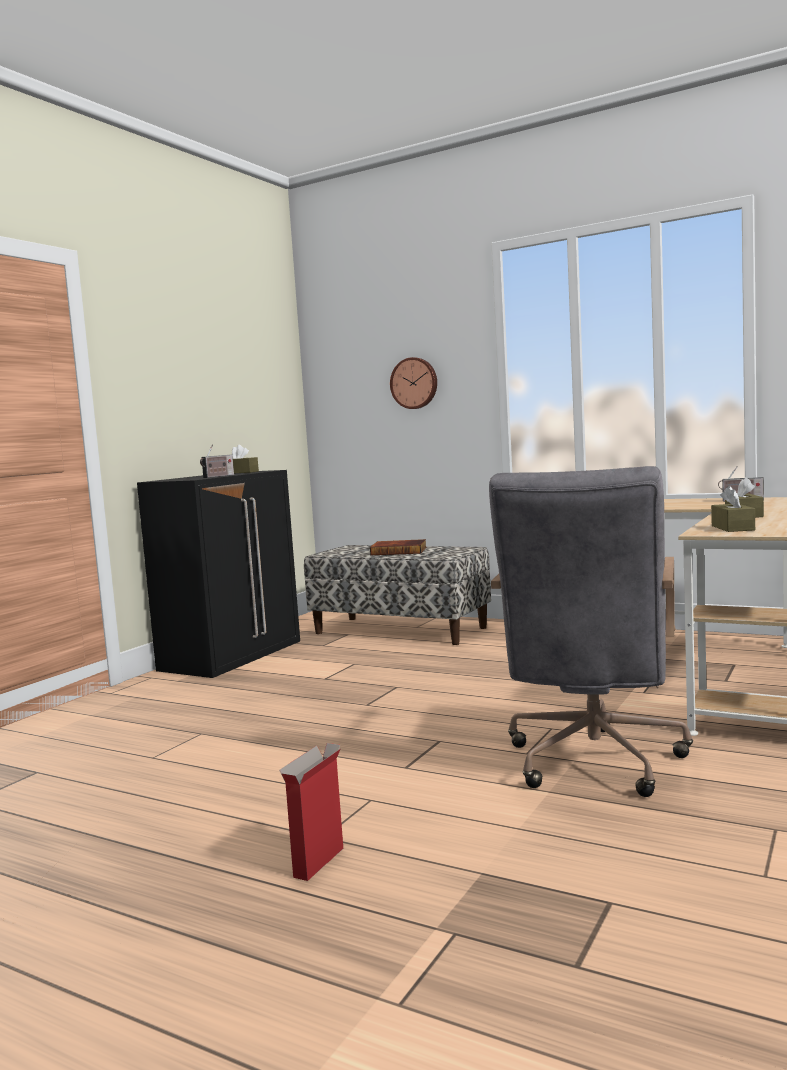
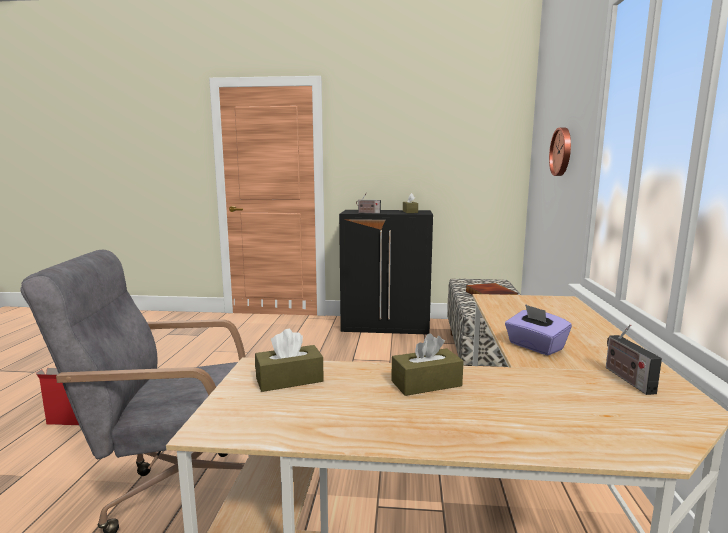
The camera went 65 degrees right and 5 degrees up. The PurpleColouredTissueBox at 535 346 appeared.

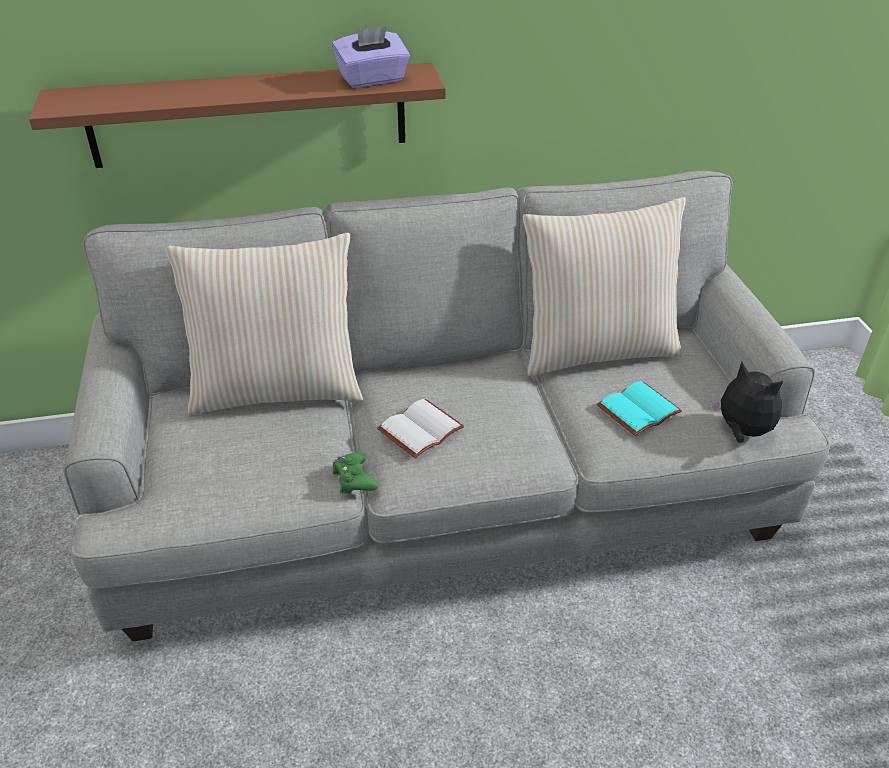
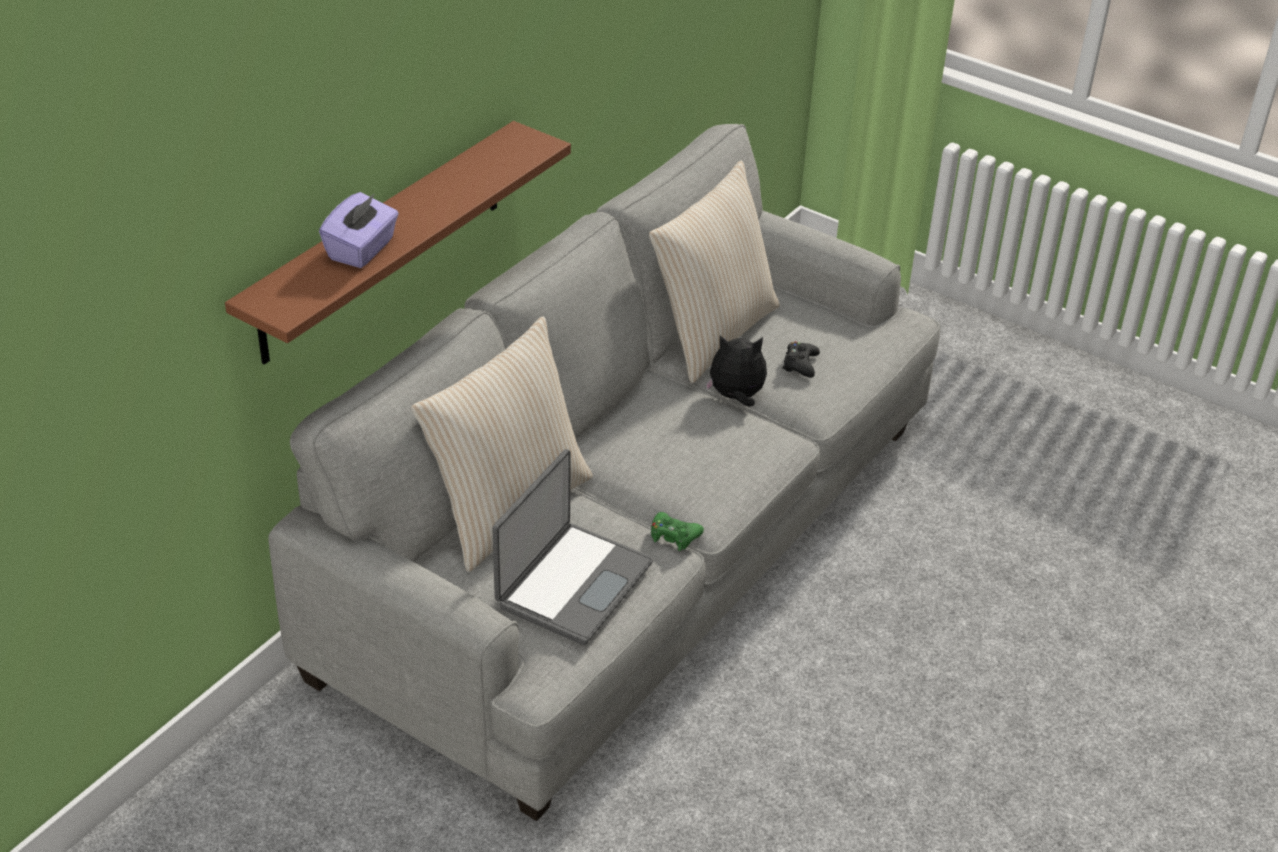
The camera went 45 degrees left and 0 degrees up. The PurpleColouredTissueBox moved from 372 80 to 362 250. The Laptop at 572 583 appeared. The PlushToy moved from 741 431 to 736 397. The TurquoiseColouredBook at 638 408 was replaced by the BlackishJoypad at 800 364. The WhiteColouredBook at 420 428 disappeared.

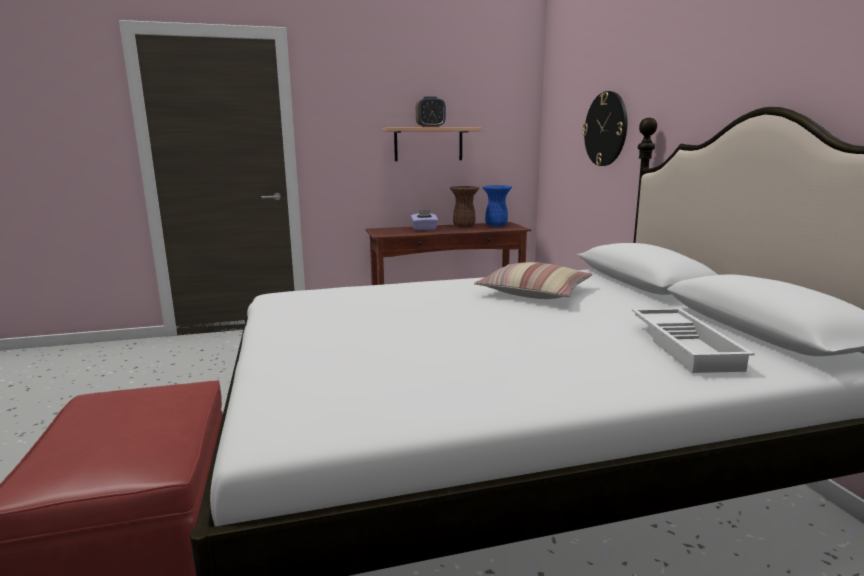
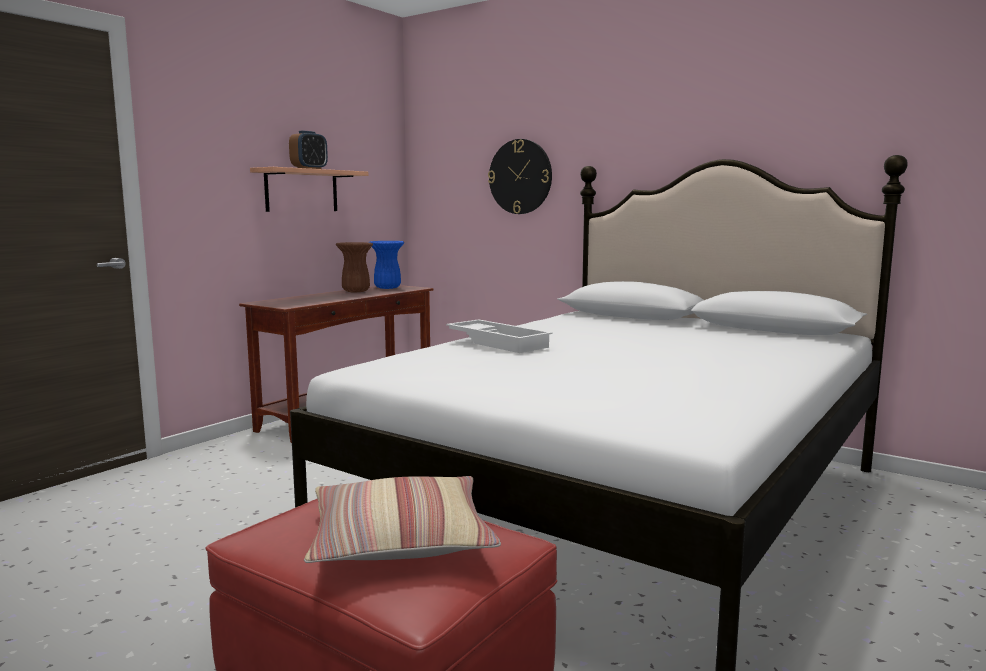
The camera went 40 degrees left and 5 degrees down. The Cushion moved from 534 292 to 400 539. The WhiteColouredCarryingTray moved from 686 346 to 499 342. The PurpleColouredTissueBox at 424 229 disappeared.

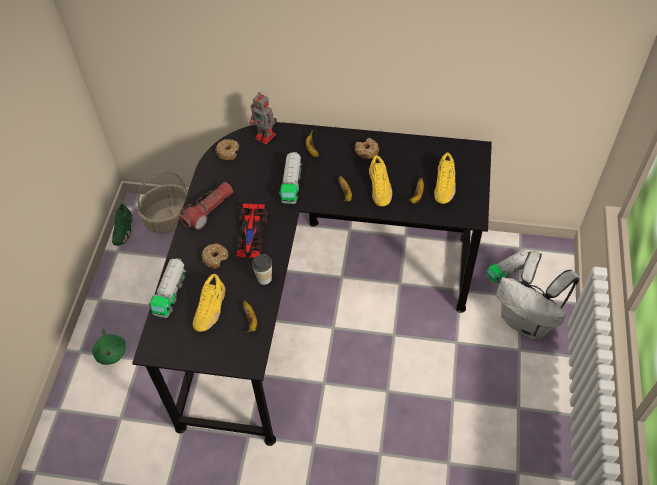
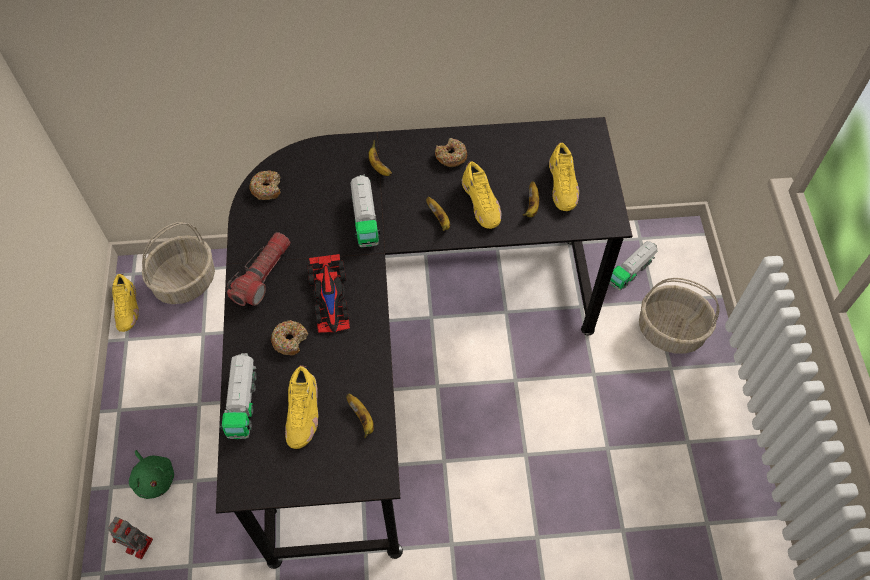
The camera went 15 degrees left and 5 degrees up. The RobotFigure moved from 266 137 to 140 546. The GreenishLowShoe at 123 230 became the YellowColouredLowShoe at 127 308. The WhiteColouredRucksack at 527 321 was replaced by the StorageBasket at 671 330. The SmallCup at 264 278 disappeared.

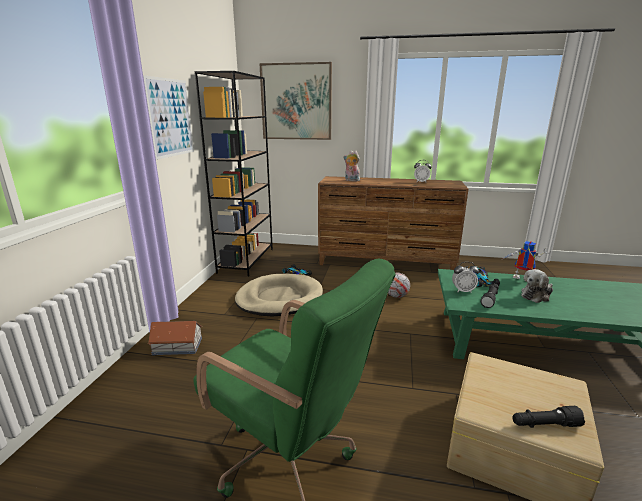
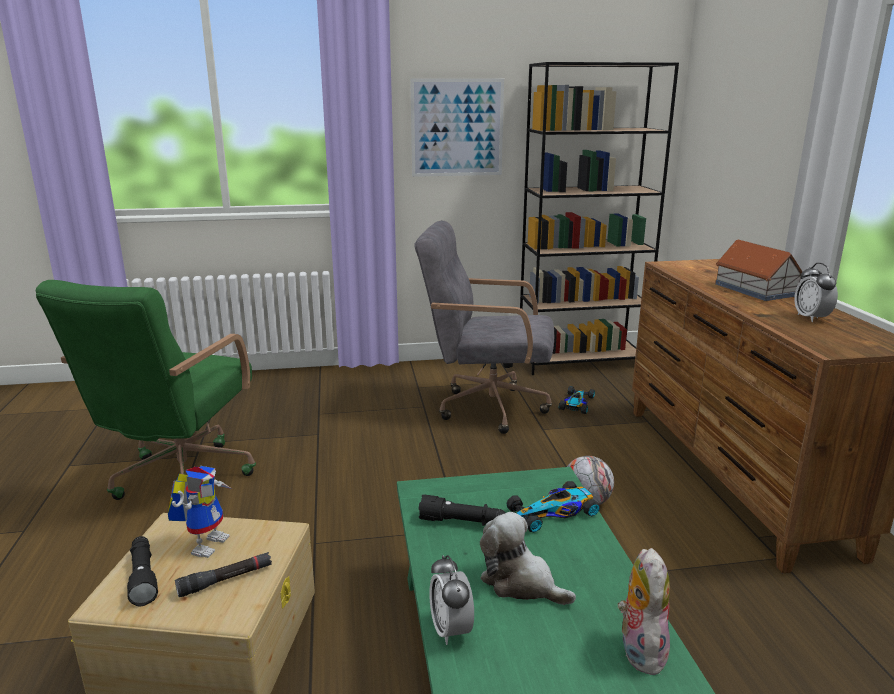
The camera went 70 degrees right and 0 degrees up. The RobotFigure moved from 520 279 to 207 542. The BlackishHandTorch at 225 580 appeared. The BeigeColouredDogCushion at 279 298 was replaced by the GrayComputerChair at 485 408. The BedsideClock moved from 463 291 to 451 630. The PlushToy moved from 351 180 to 639 649. The ModelHouse moved from 177 346 to 755 289. The WallArt at 296 102 disappeared.

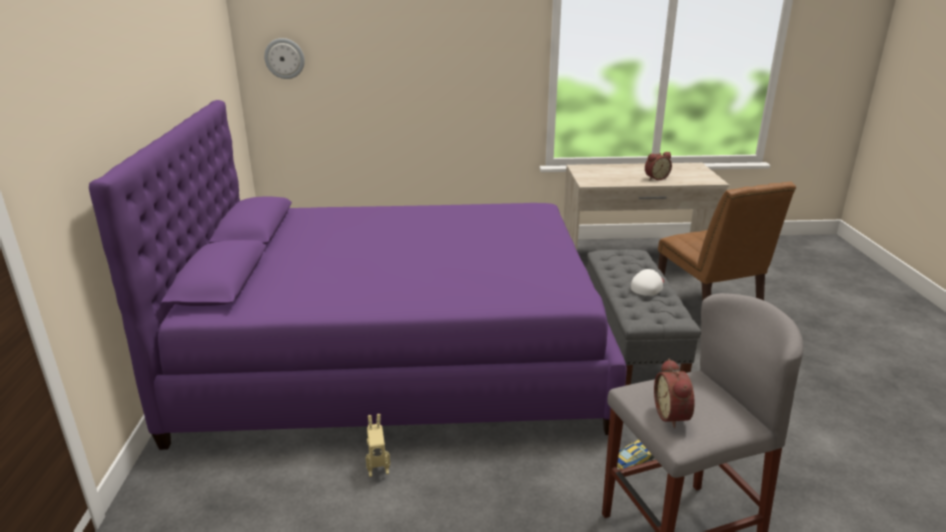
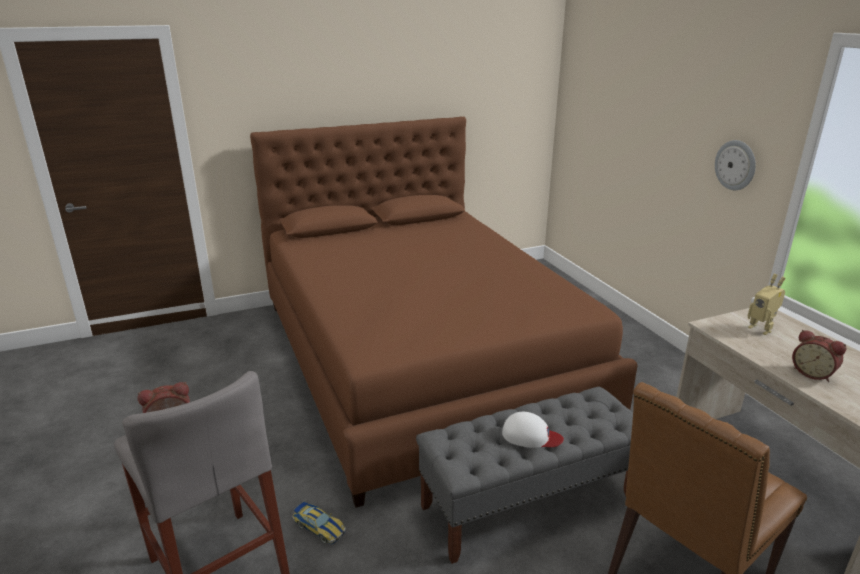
The camera went 70 degrees right and 0 degrees up. The PurpleColouredSleepingBed at 397 355 became the BrownColouredSleepingBed at 420 358. The WallClock moved from 284 58 to 735 165. The RobotFigure moved from 378 468 to 761 328.

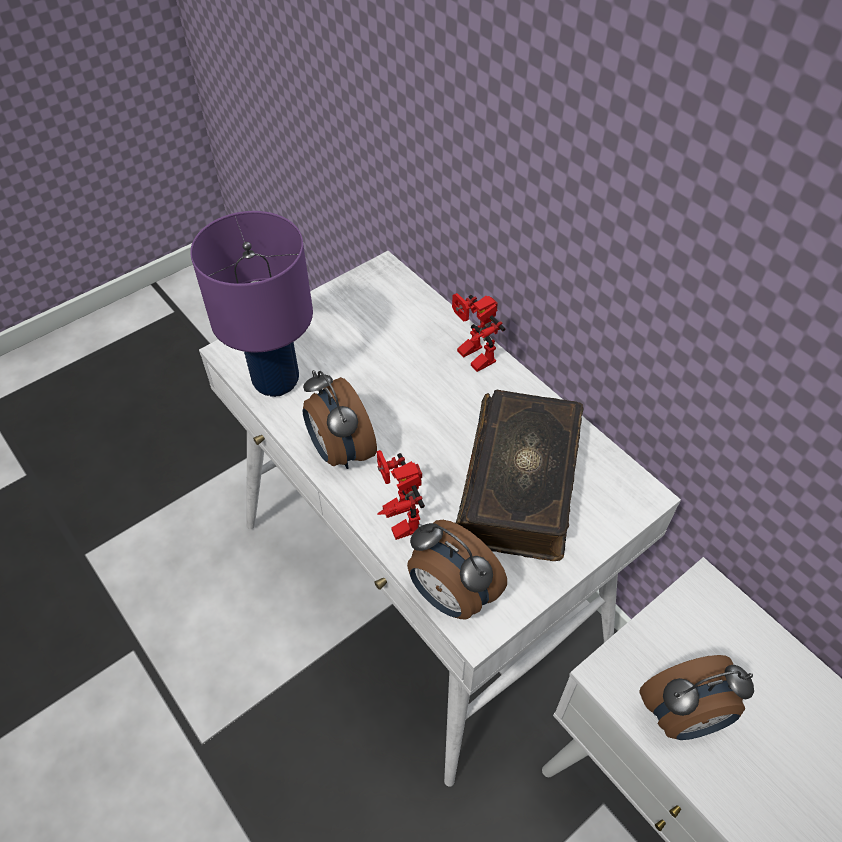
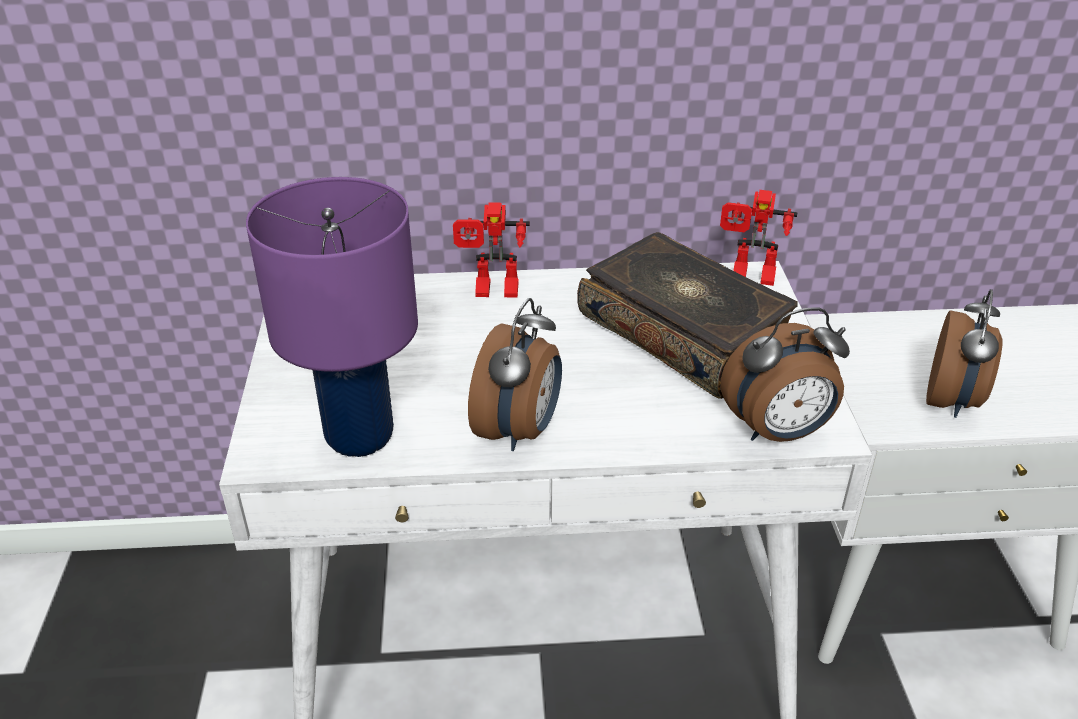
The camera went 55 degrees left and 15 degrees down. The BedsideClock at 339 451 turned 75 degrees counterclockwise. The RobotFigure moved from 395 518 to 749 278.

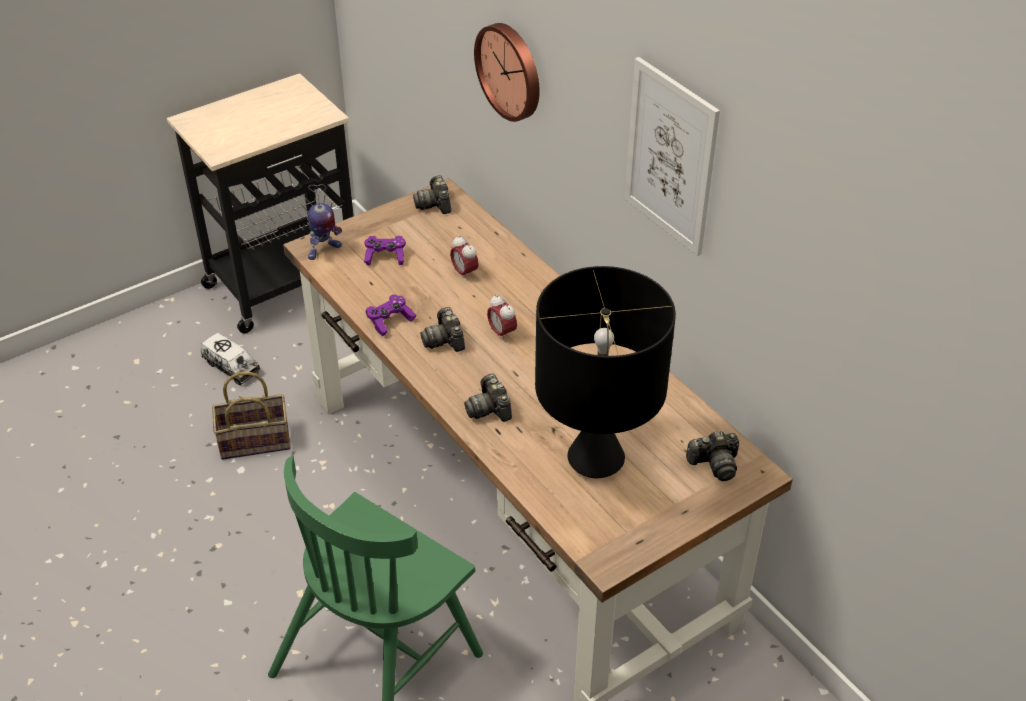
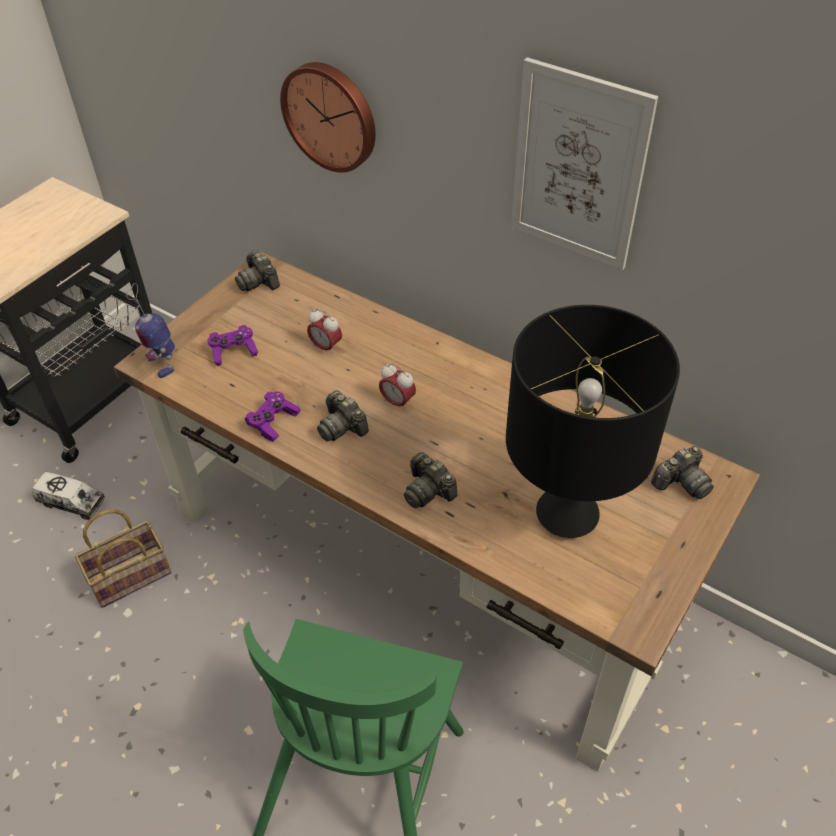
The camera went 20 degrees left and 5 degrees up. The RobotFigure at 323 251 turned 135 degrees clockwise.

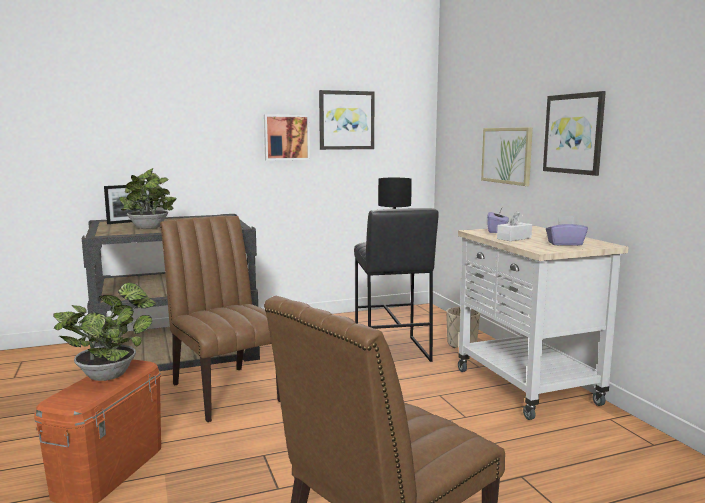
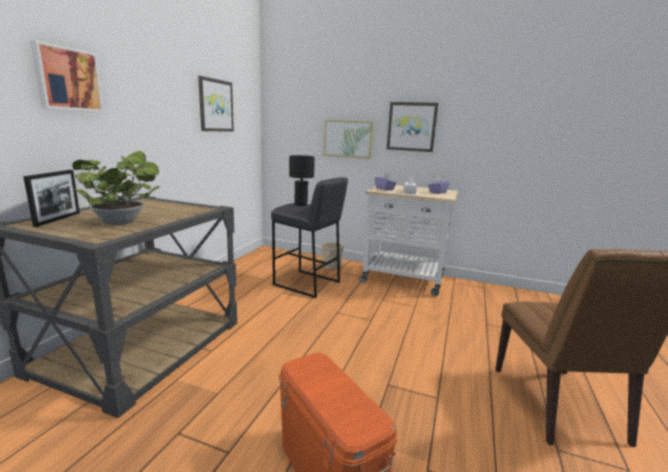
The camera went 50 degrees left and 5 degrees up. The WallArt moved from 286 137 to 67 79. The PlantInAPot at 111 374 disappeared. The BrownColouredChair at 226 393 disappeared.

